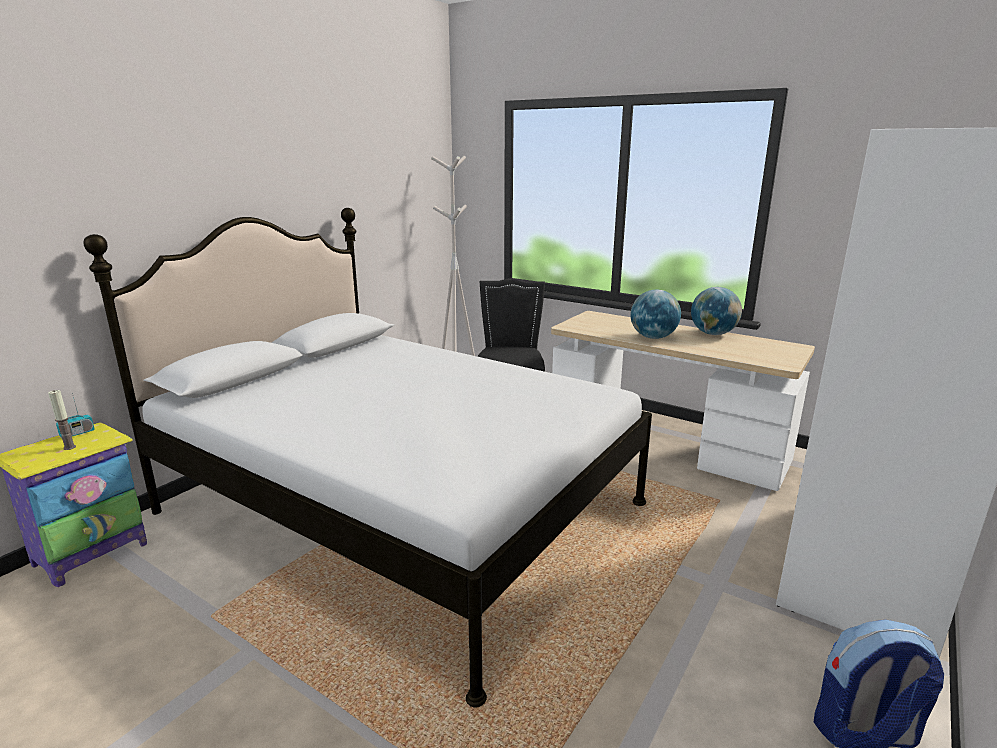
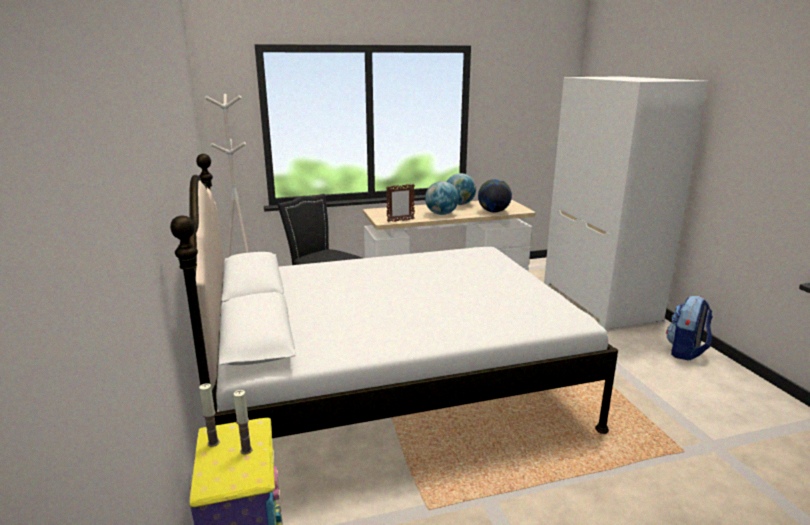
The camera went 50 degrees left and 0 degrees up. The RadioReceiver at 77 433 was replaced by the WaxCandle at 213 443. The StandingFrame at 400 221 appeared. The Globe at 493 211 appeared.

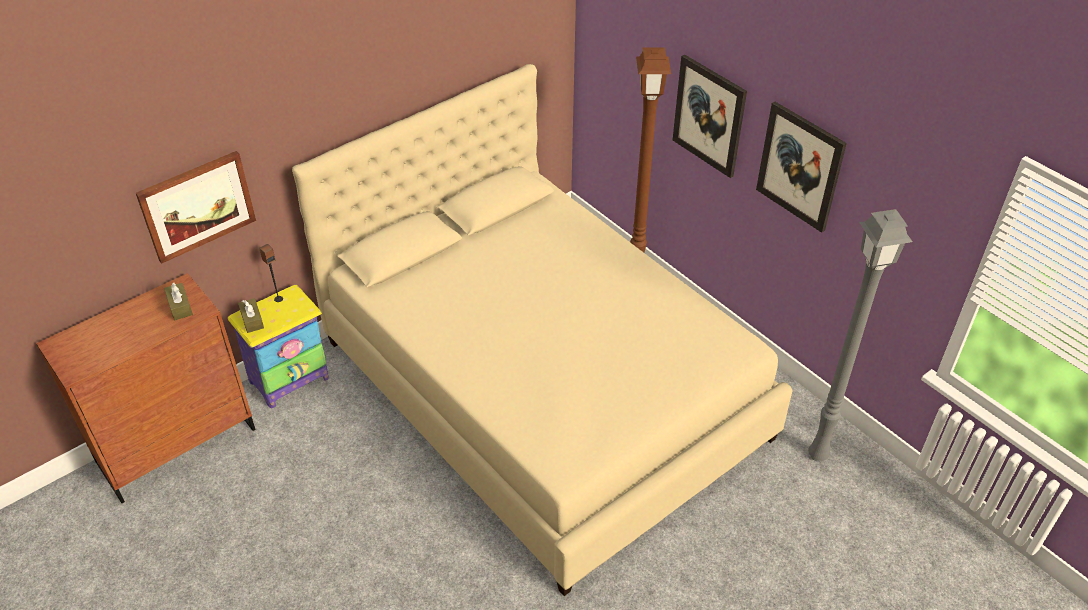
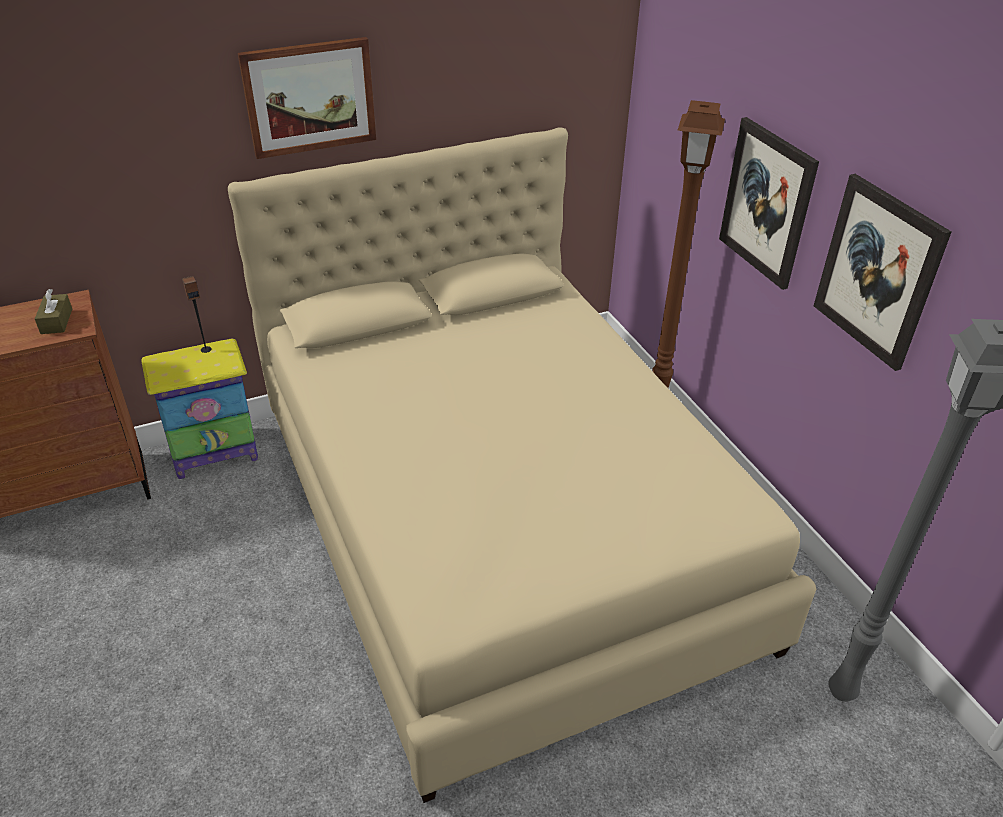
The camera went 15 degrees right and 5 degrees down. The WallArt moved from 197 205 to 309 97. The BrownColouredTissueBox at 252 320 disappeared.

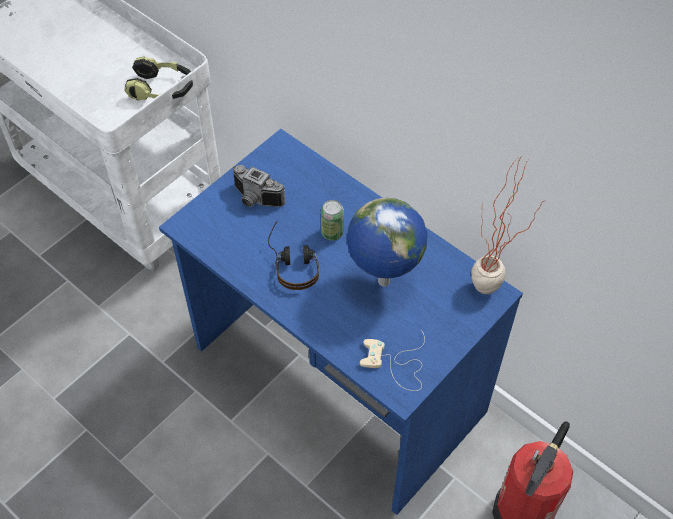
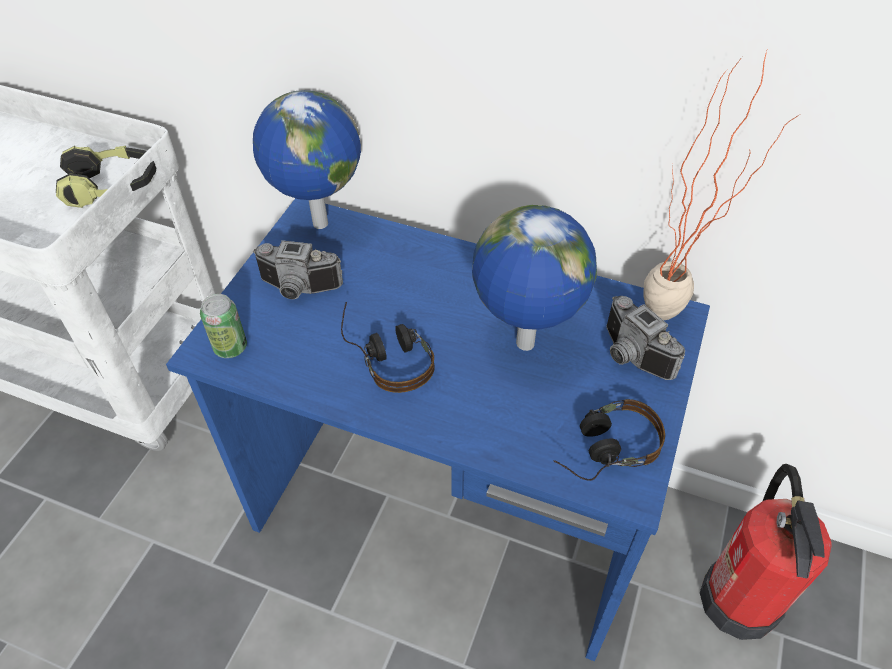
The camera went 20 degrees left and 5 degrees down. The SealedCan moved from 332 233 to 230 347. The Globe at 318 224 appeared. The BeigeColouredJoypad at 396 363 was replaced by the Headset at 601 450. The PhotoCamera at 630 357 appeared.

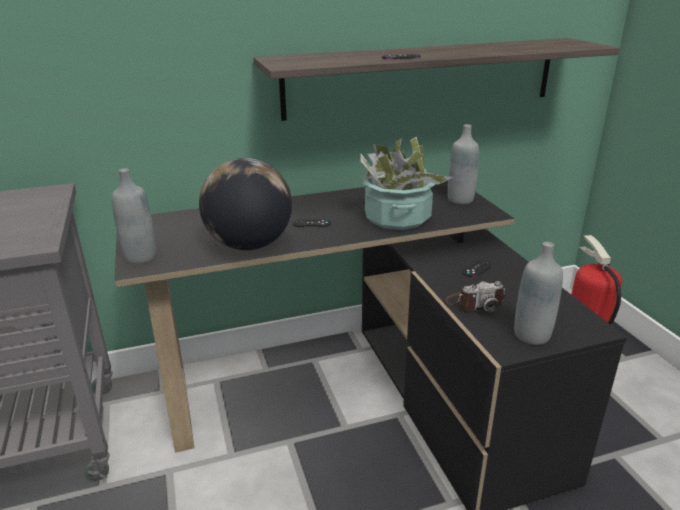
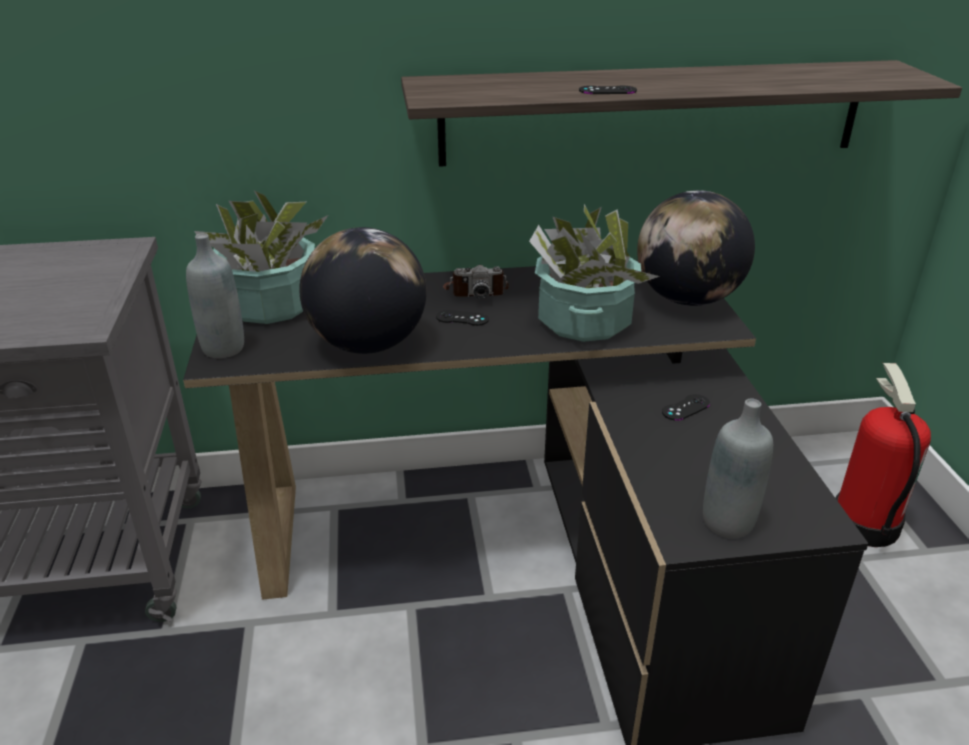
The camera went 10 degrees right and 5 degrees up. The PlantInAPot at 270 305 appeared. The PhotoCamera moved from 474 302 to 475 291. The GrayBeverageBottle at 460 199 was replaced by the Globe at 687 299.

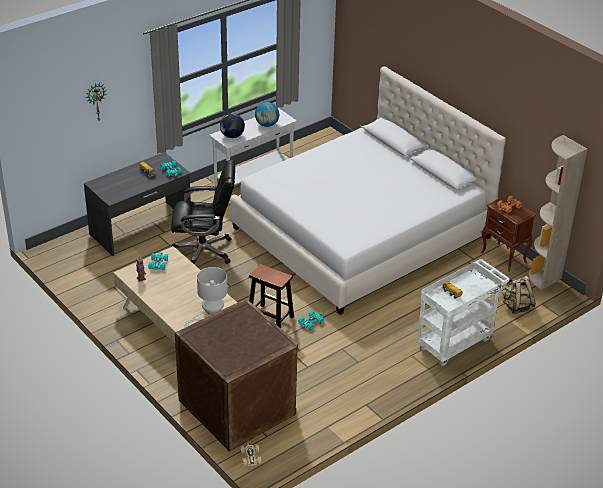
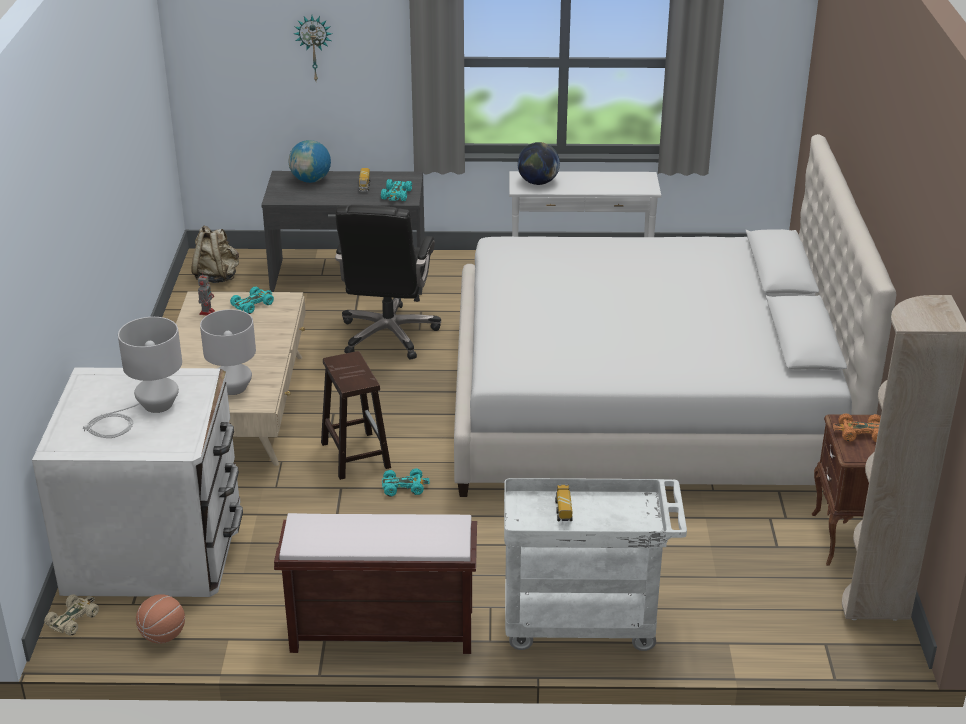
The camera went 40 degrees right and 5 degrees down. The BrownColouredDrawerChest at 239 405 became the WhiteColouredDrawerChest at 157 543. The GrayTabletopLamp at 139 413 appeared. The BallForBasketball at 163 636 appeared. The BeigeColouredRucksack moved from 516 306 to 217 277. The BrownColouredIndoorBench at 380 631 appeared. The Globe moved from 267 124 to 311 180. The BlackishComputerChair at 204 251 turned 60 degrees clockwise.

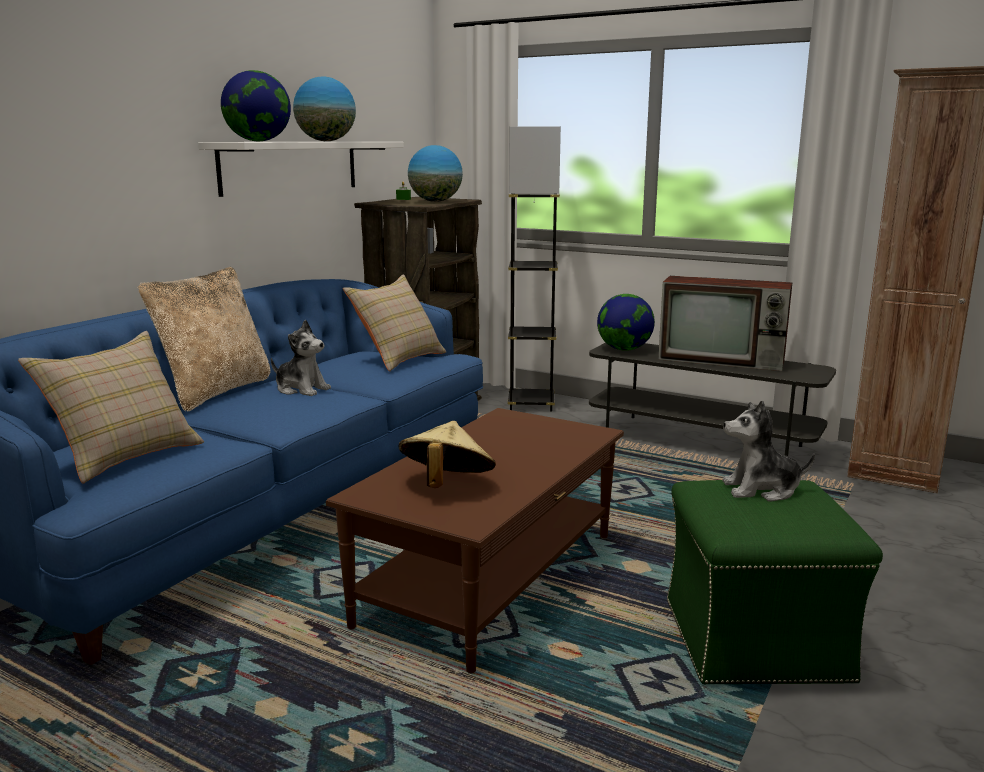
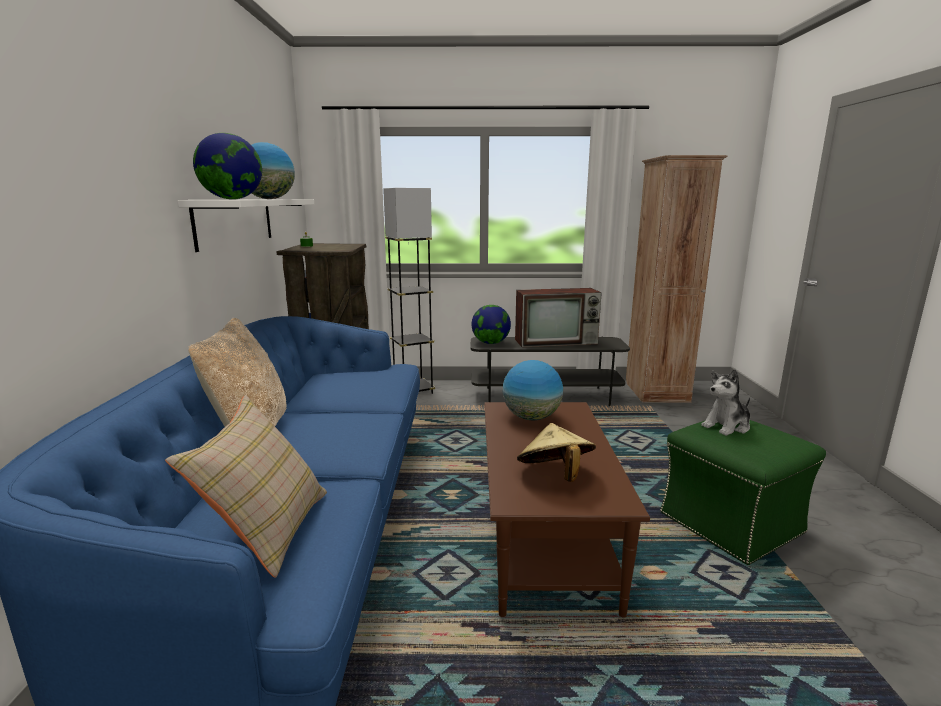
The camera went 30 degrees left and 0 degrees up. The Globe moved from 435 201 to 531 418. The PlushToy at 301 389 disappeared. The BeigeColouredCushion at 398 359 disappeared.

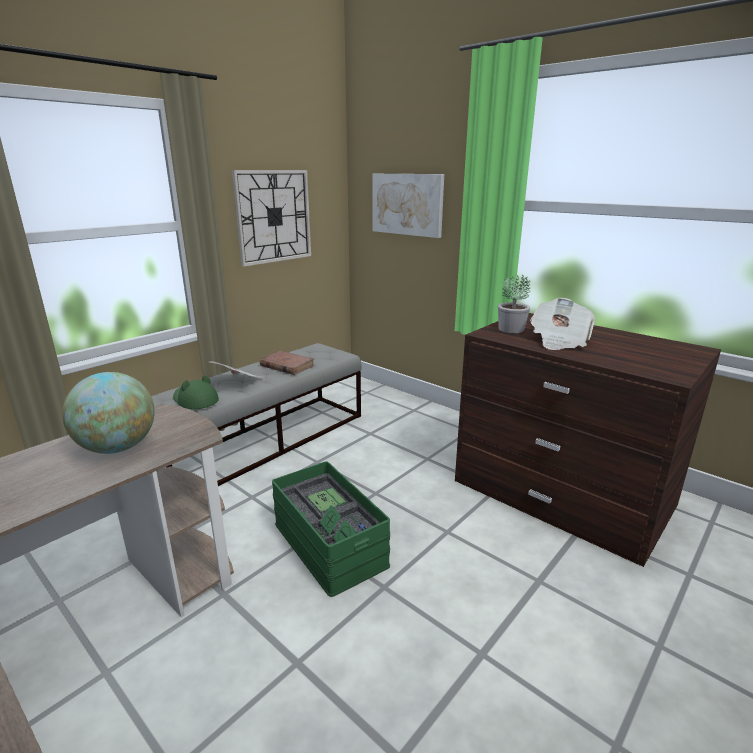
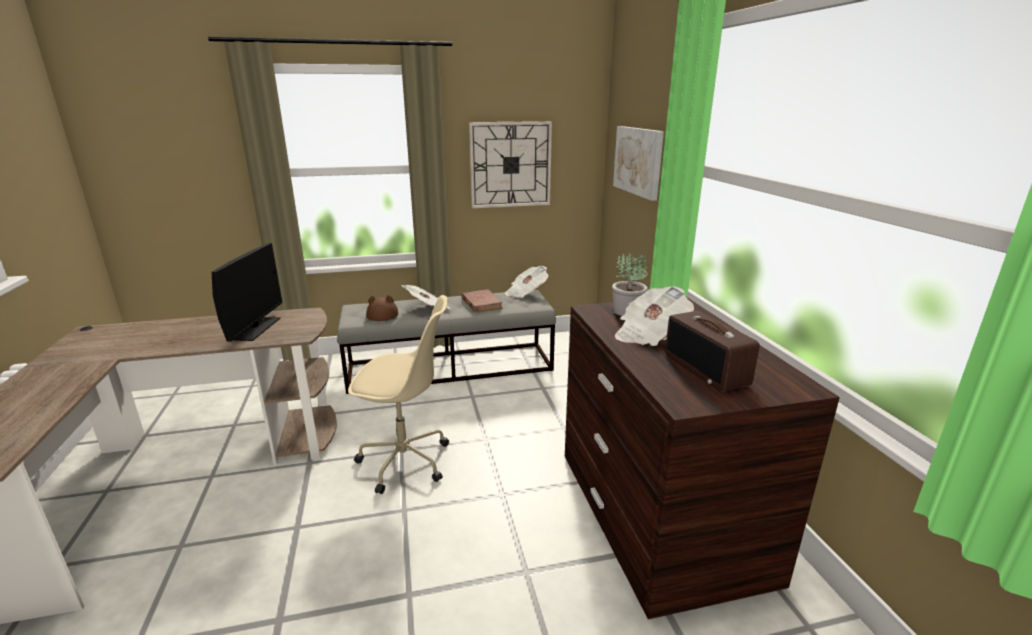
The camera went 35 degrees right and 0 degrees up. The Globe at 118 447 was replaced by the Monitor at 255 328. The GreenishStorageContainer at 330 543 was replaced by the BeigeColouredComputerChair at 407 461. The GreenishClothingHat at 195 400 became the BrownColouredClothingHat at 383 314. The PrintedPaper at 526 293 appeared. The RadioReceiver at 707 370 appeared.

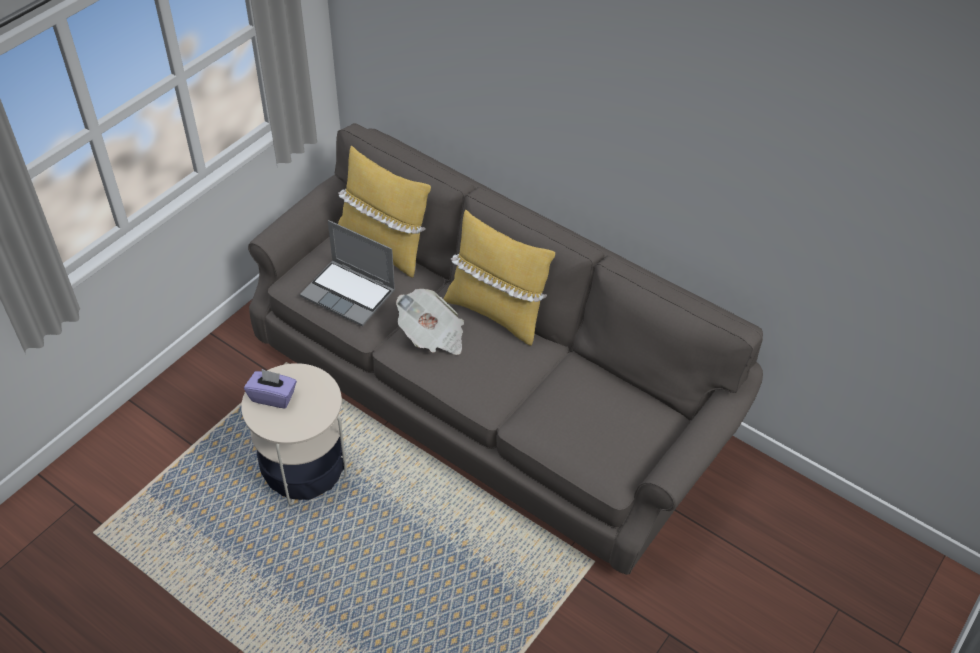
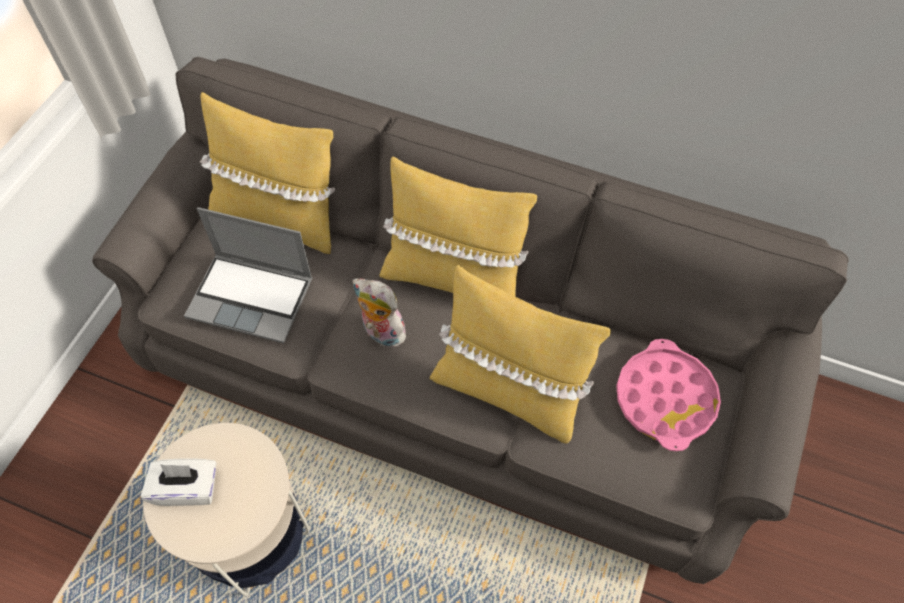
The camera went 15 degrees left and 10 degrees up. The PurpleColouredTissueBox at 273 396 became the WhiteColouredTissueBox at 187 488. The PrintedPaper at 432 335 was replaced by the PlushToy at 381 333. The YellowColouredCushion at 508 390 appeared. The PinkishCarryingTray at 665 398 appeared.

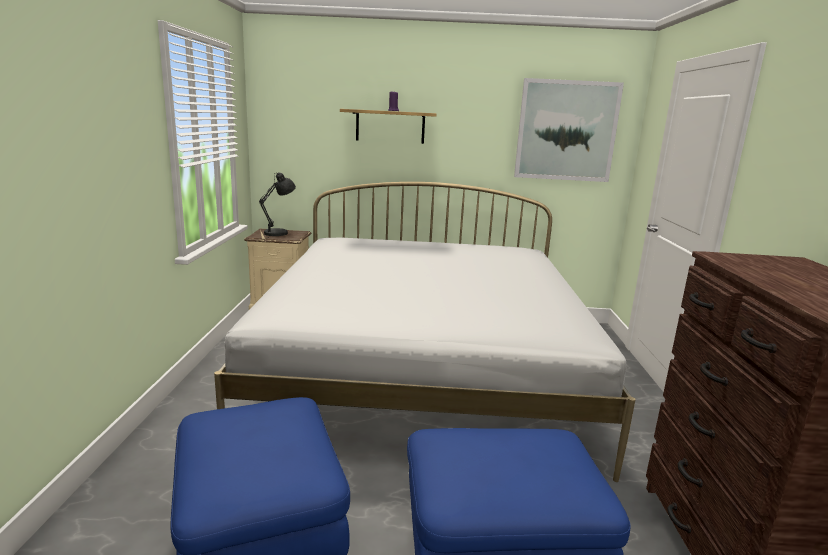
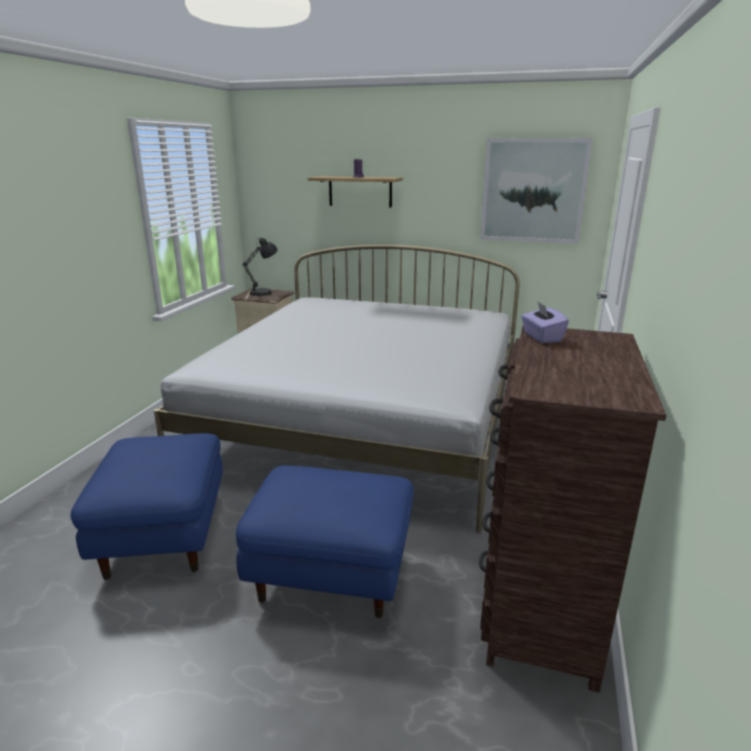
The camera went 15 degrees right and 5 degrees up. The PurpleColouredTissueBox at 541 337 appeared.

